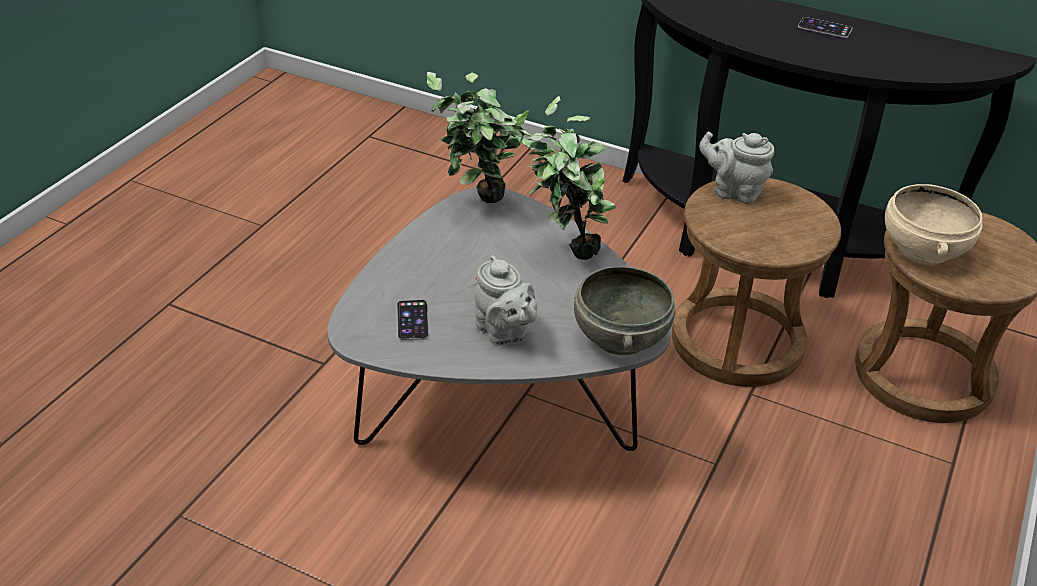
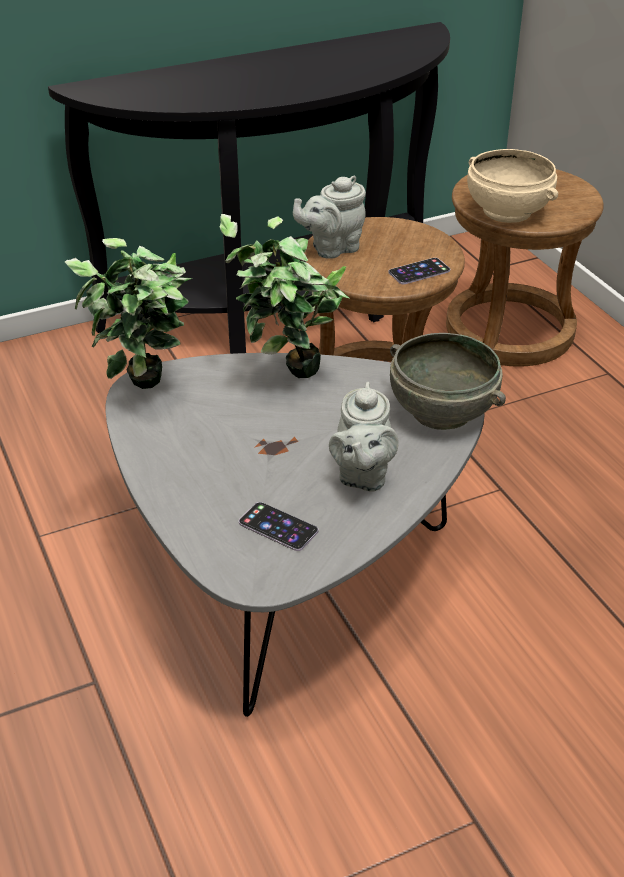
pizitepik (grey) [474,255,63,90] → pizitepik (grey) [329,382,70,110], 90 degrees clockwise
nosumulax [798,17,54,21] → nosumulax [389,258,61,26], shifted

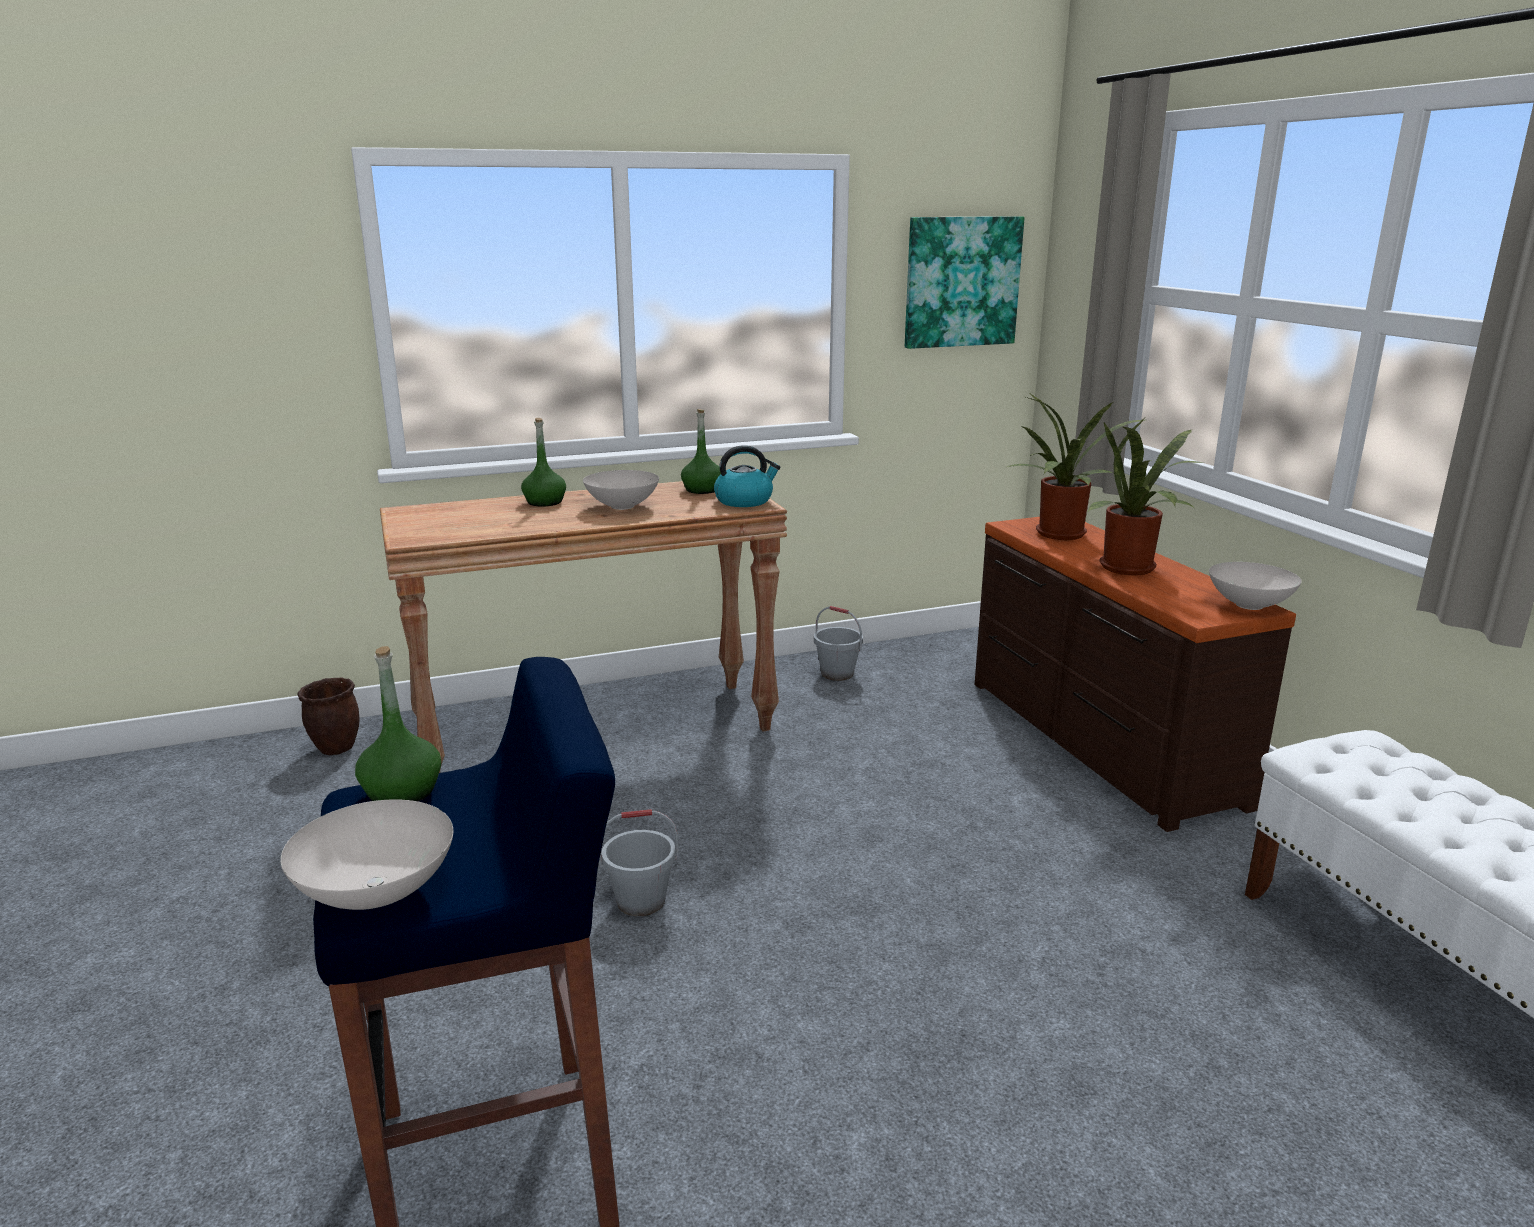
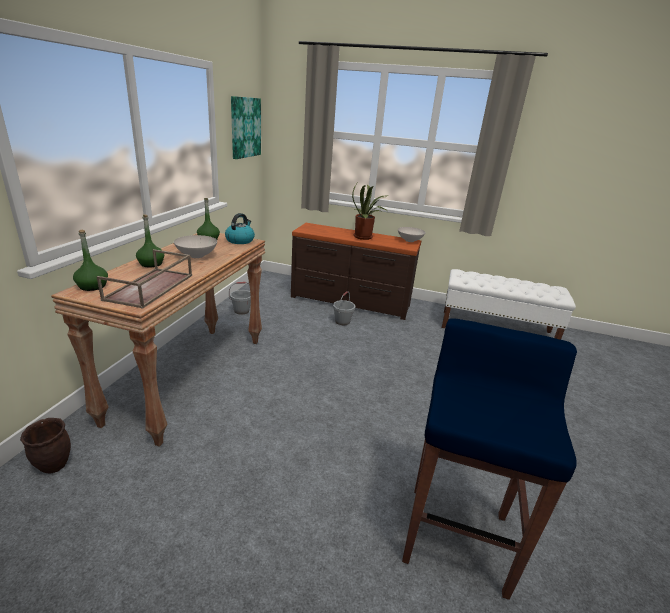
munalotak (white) [280,799,173,111] → -
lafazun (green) [355,646,86,156] → lafazun (green) [73,230,35,61], shifted
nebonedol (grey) [599,809,80,107] → nebonedol (grey) [333,291,22,34], shifted
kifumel [1003,394,142,146] → -
- → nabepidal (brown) [97,249,95,60]

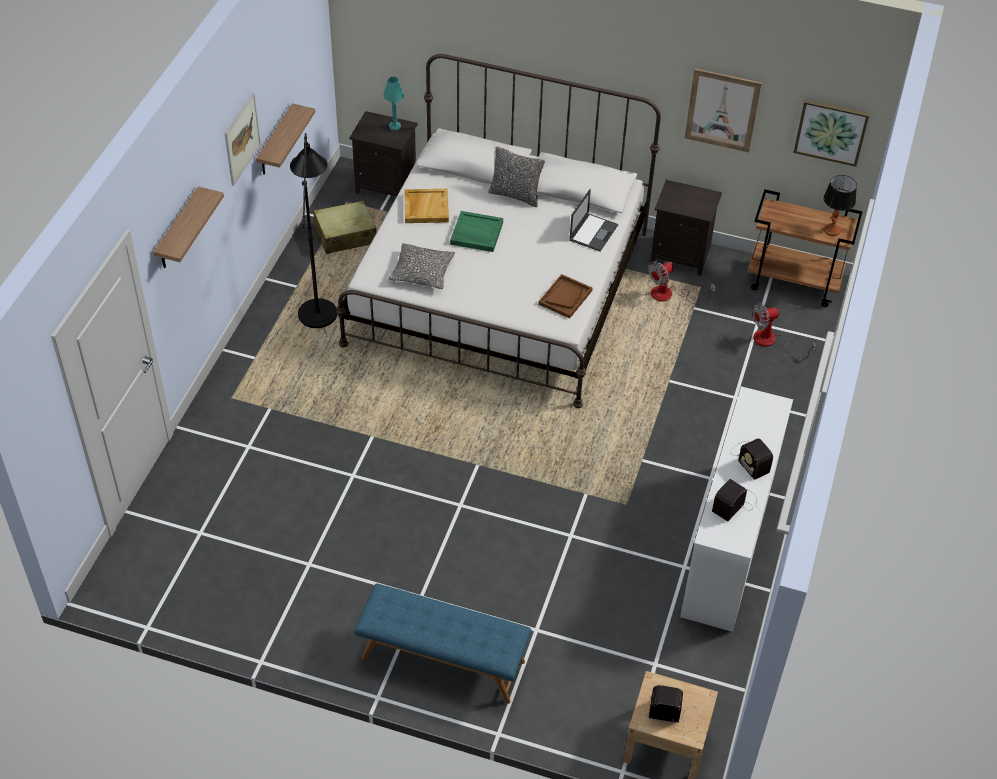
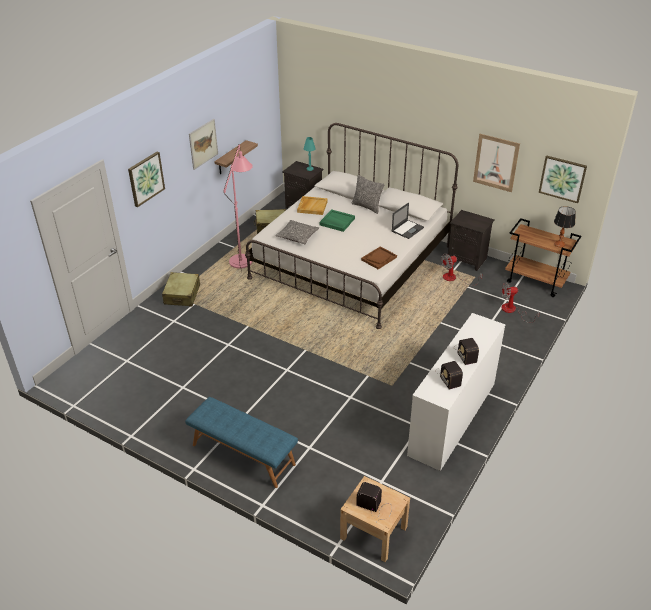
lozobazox [153,187,71,81] → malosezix [128,152,37,55]
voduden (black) [290,133,47,202] → voduden (pink) [224,144,29,127]
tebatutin [712,479,48,43] → tebatutin [435,361,28,29], 75 degrees counterclockwise
- → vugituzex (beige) [162,272,38,35]

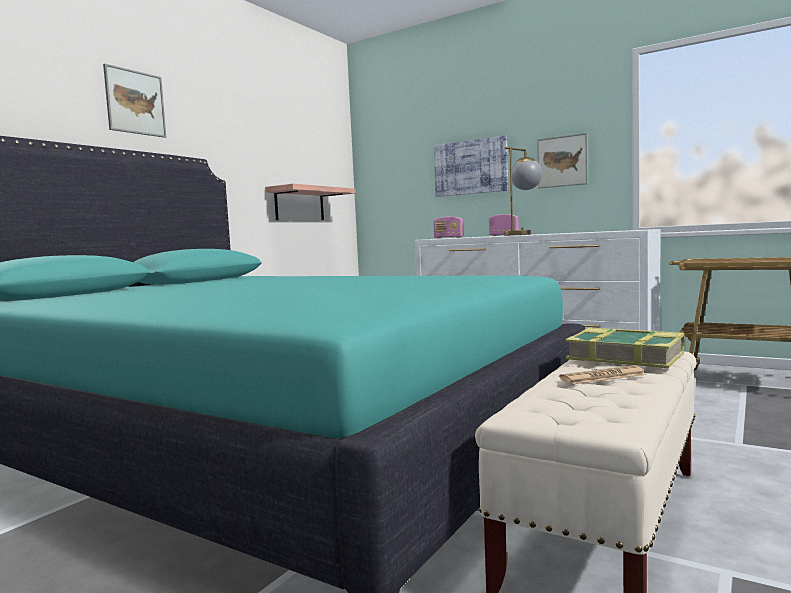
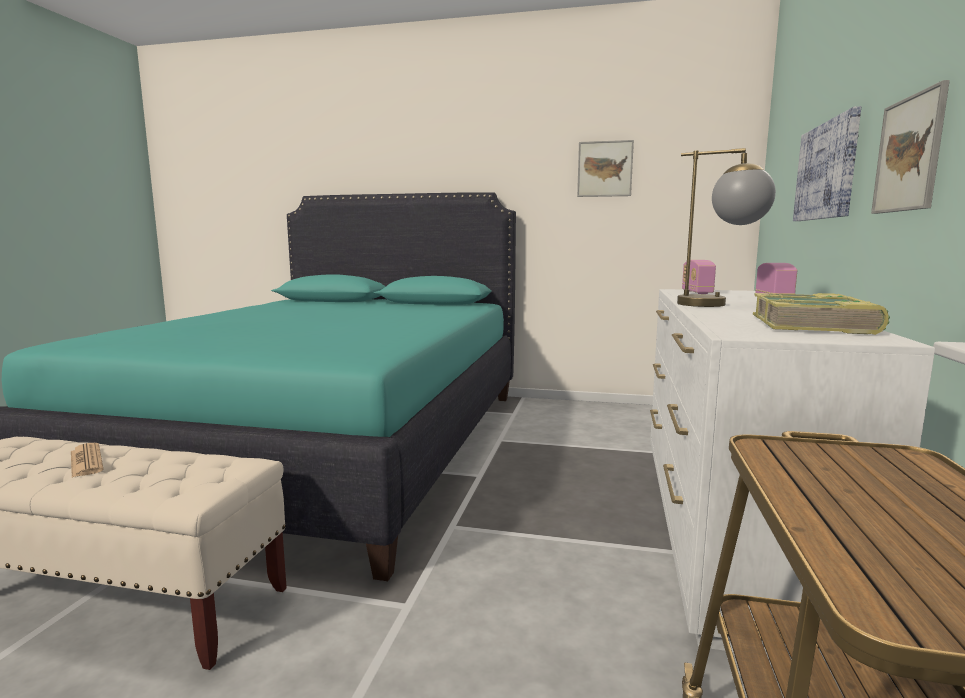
malosezix [103,64,63,74] → malosezix [577,140,57,57], shifted
lozobazox [265,184,90,36] → -
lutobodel [565,327,120,41] → lutobodel [753,293,137,42], shifted

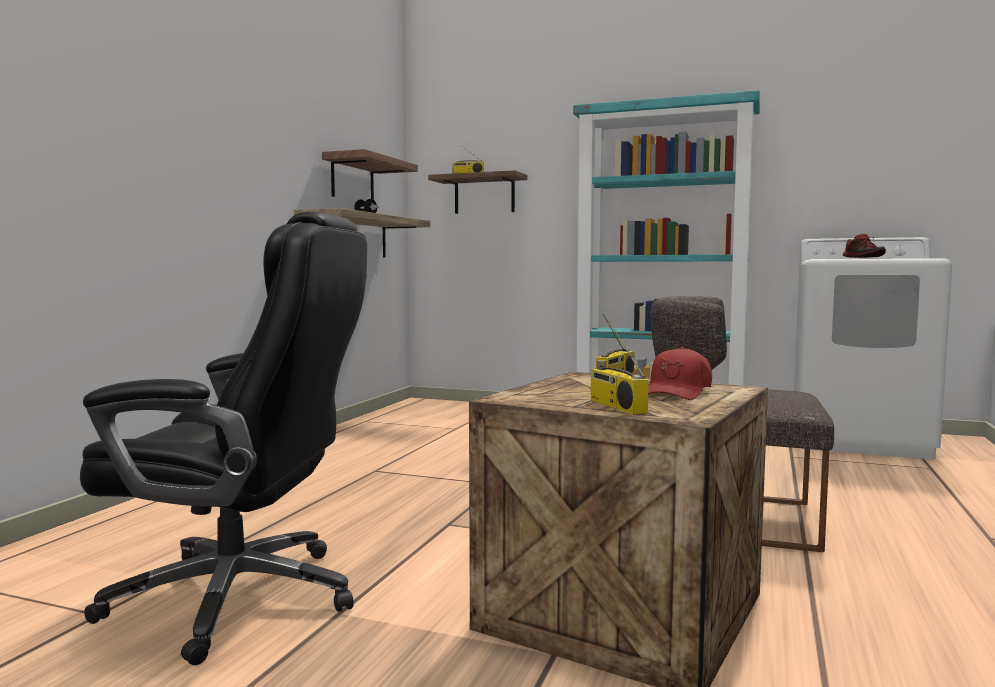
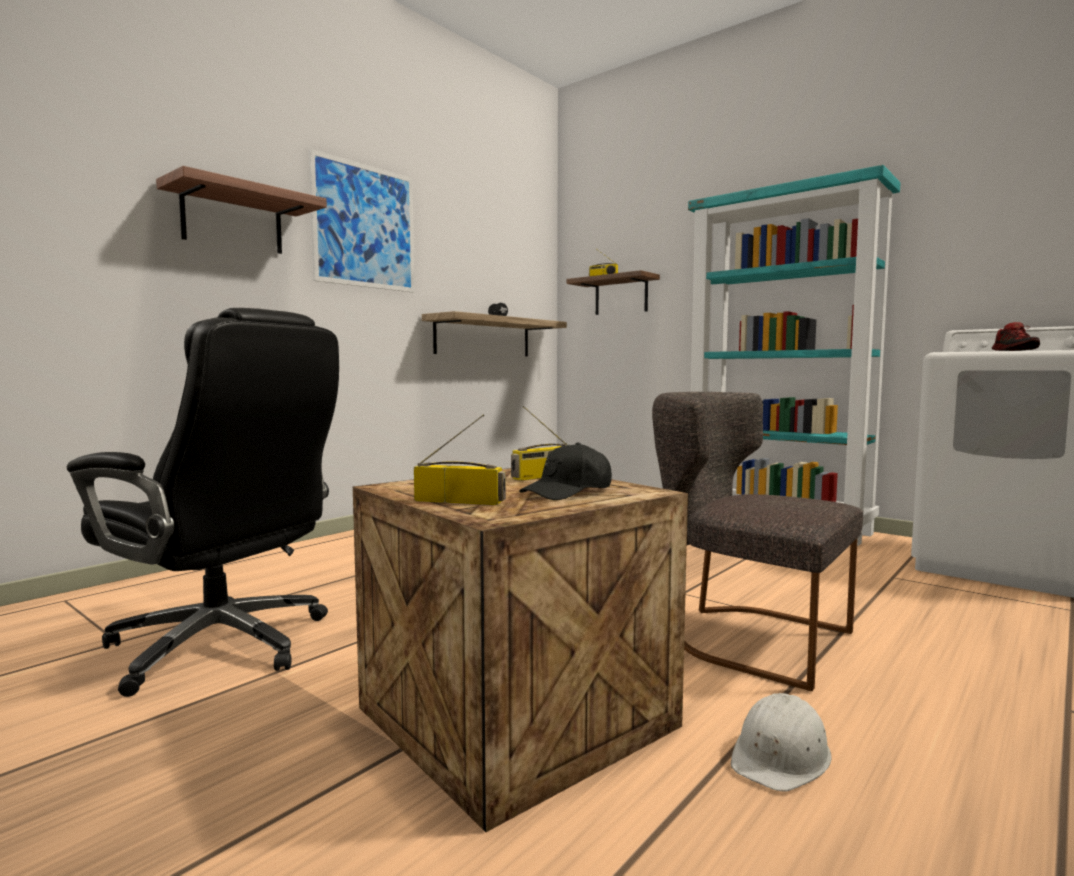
lozobazox [322,149,96,51] → lozobazox [156,166,171,88], shifted
tebatutin [591,321,58,94] → tebatutin [414,414,92,91], 105 degrees clockwise
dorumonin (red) [648,347,64,53] → dorumonin (black) [519,442,93,58]
- → malosezix [309,149,106,144]
- → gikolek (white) [731,693,101,99]

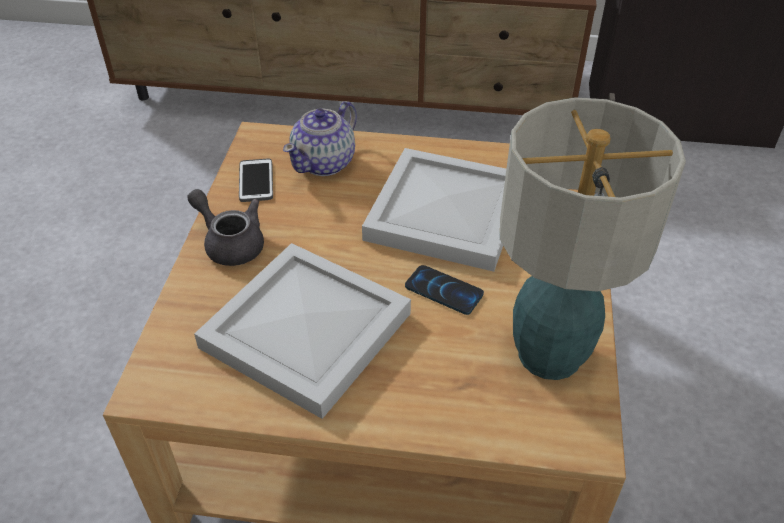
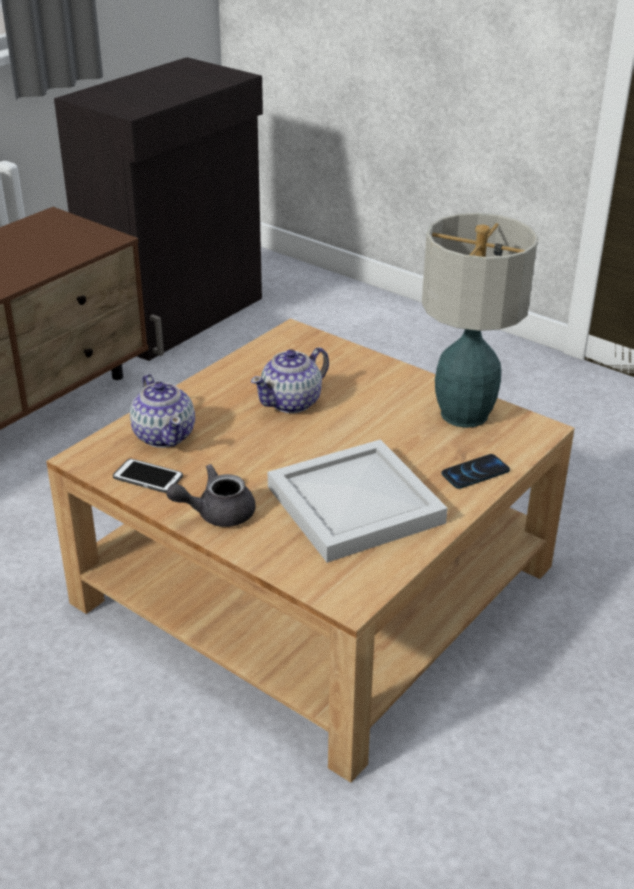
nabepidal (white) [362,148,144,124] → pizitepik [251,347,78,66]
nosumulax [405,265,79,50] → nosumulax [441,454,69,35], shifted

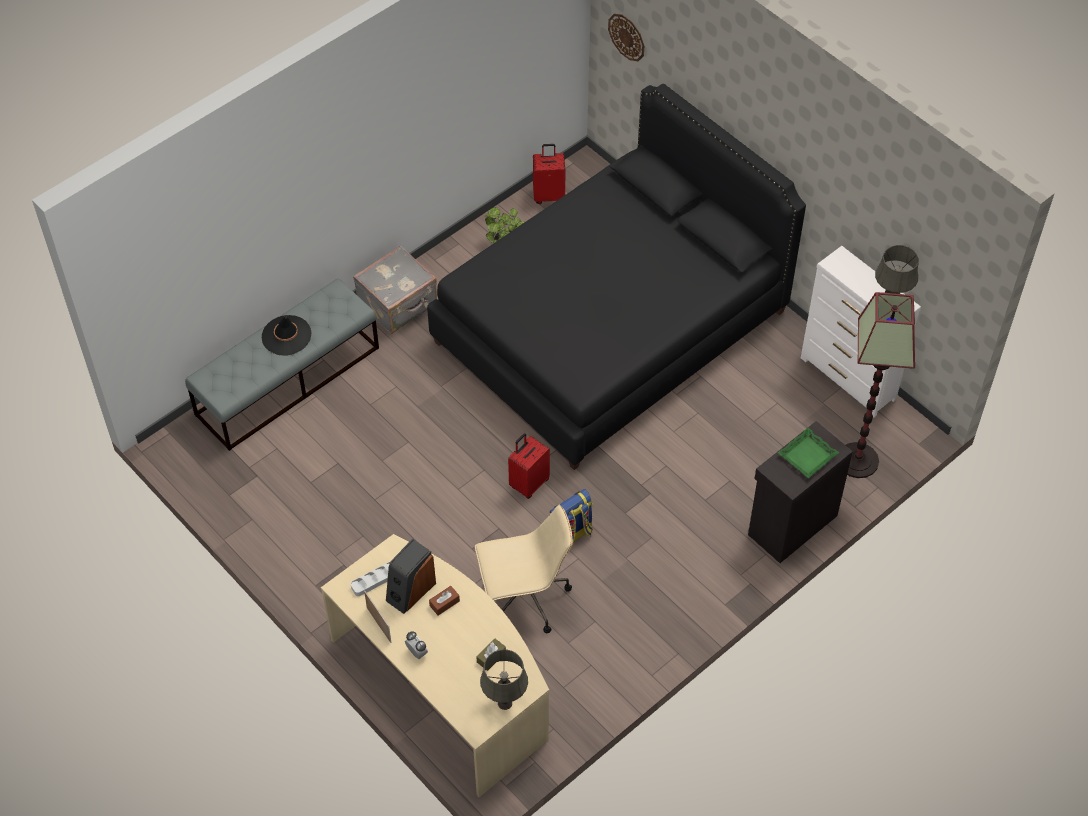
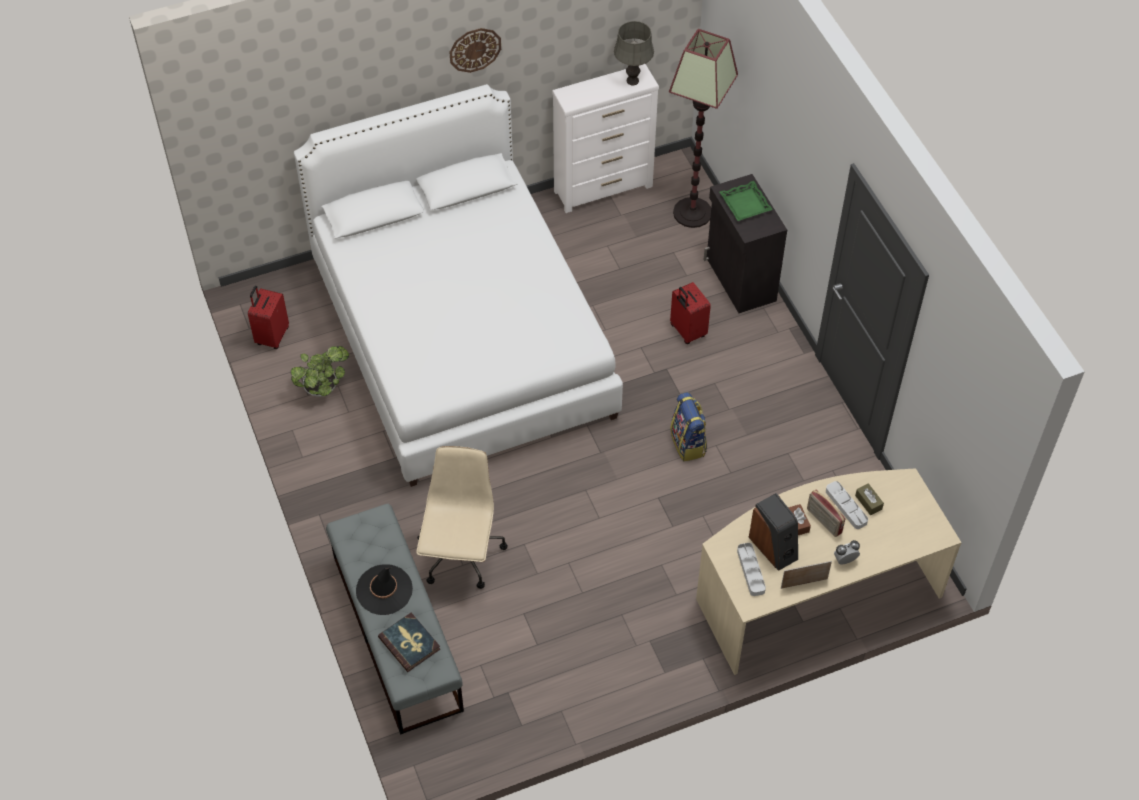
vugituzex (grey) [353,245,84,89] → -
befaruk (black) [427,84,379,386] → befaruk (white) [294,84,329,403]
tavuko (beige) [475,505,98,128] → tavuko (beige) [417,446,91,143], shifted
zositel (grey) [480,649,48,61] → -
vugituzex (red) [508,433,42,66] → vugituzex (red) [670,282,41,62], shifted
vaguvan [608,14,36,47] → vaguvan [449,28,52,45], shifted
- → lutobodel [378,613,62,59]
- → tebatutin [807,490,38,47]
- → nabepidal (grey) [826,481,42,48]

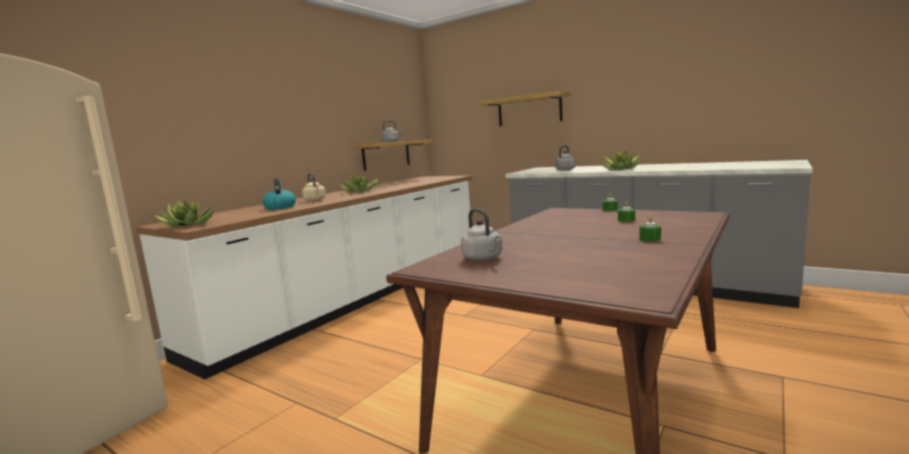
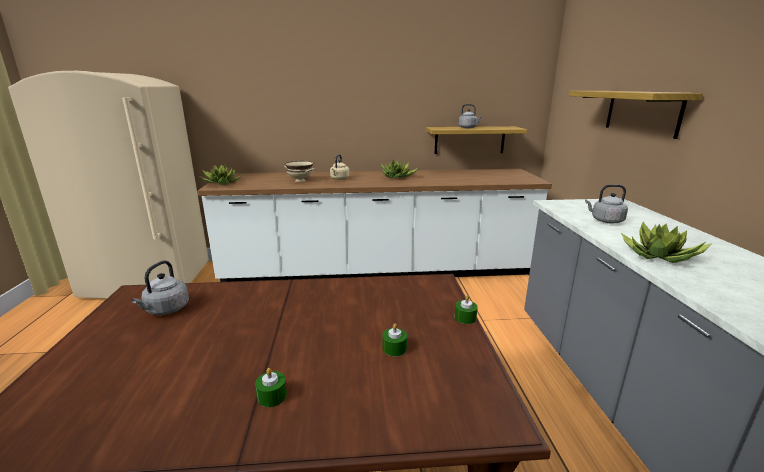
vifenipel [263,178,33,32] → munalotak (beige) [285,161,30,21]

